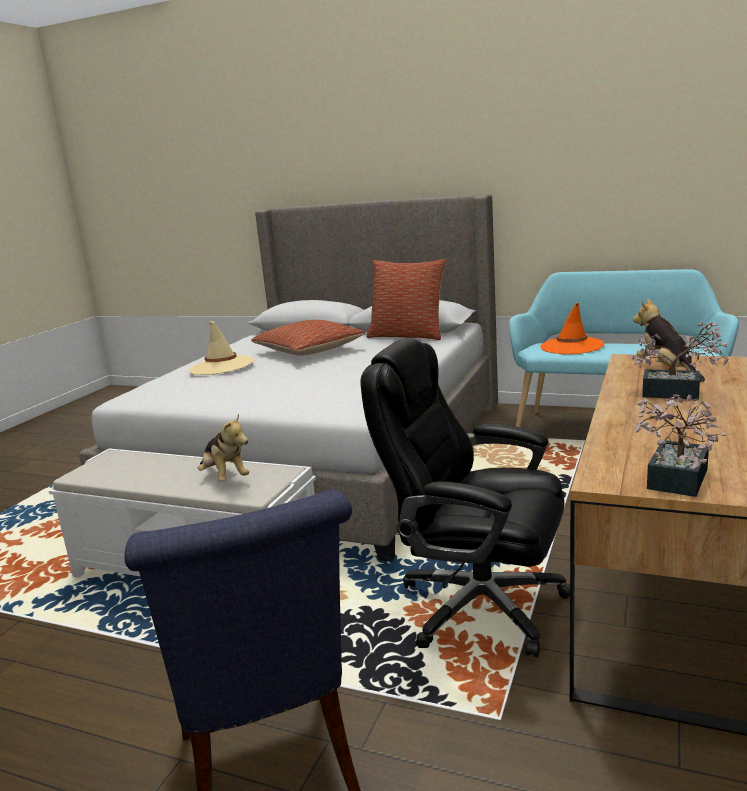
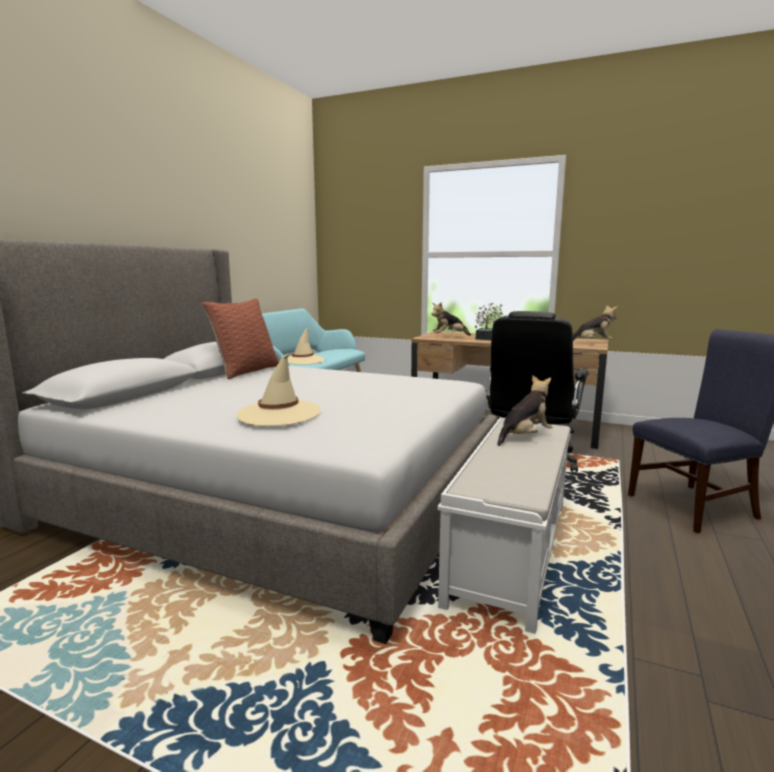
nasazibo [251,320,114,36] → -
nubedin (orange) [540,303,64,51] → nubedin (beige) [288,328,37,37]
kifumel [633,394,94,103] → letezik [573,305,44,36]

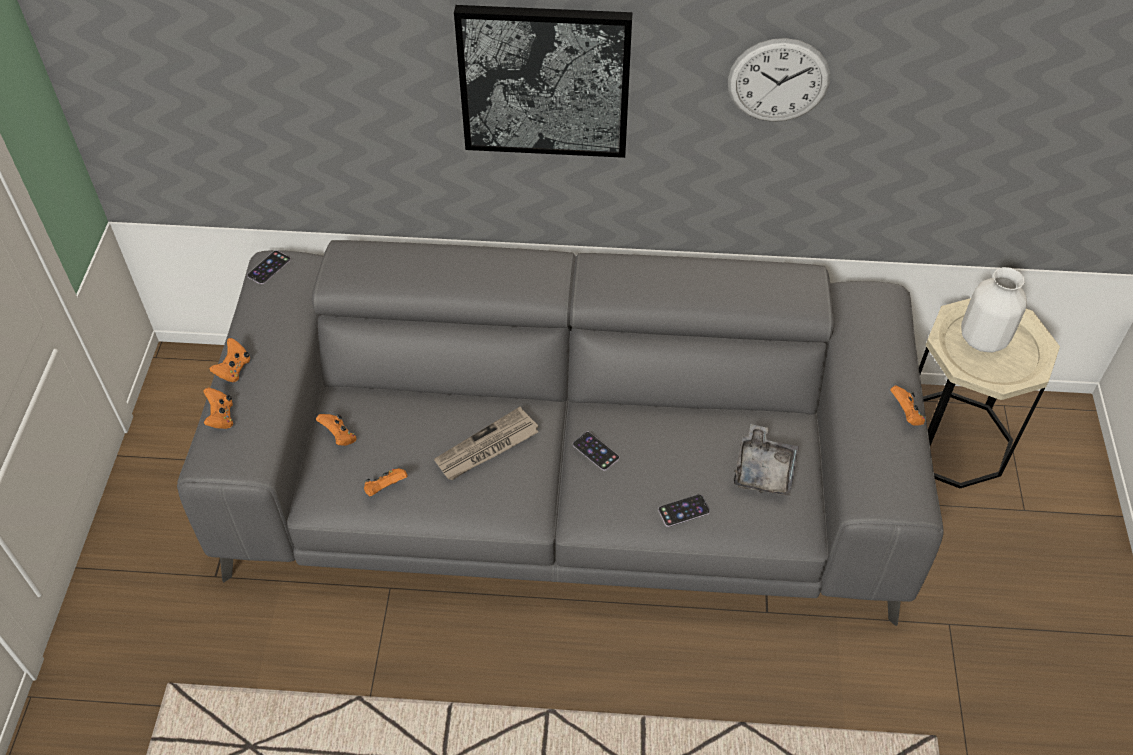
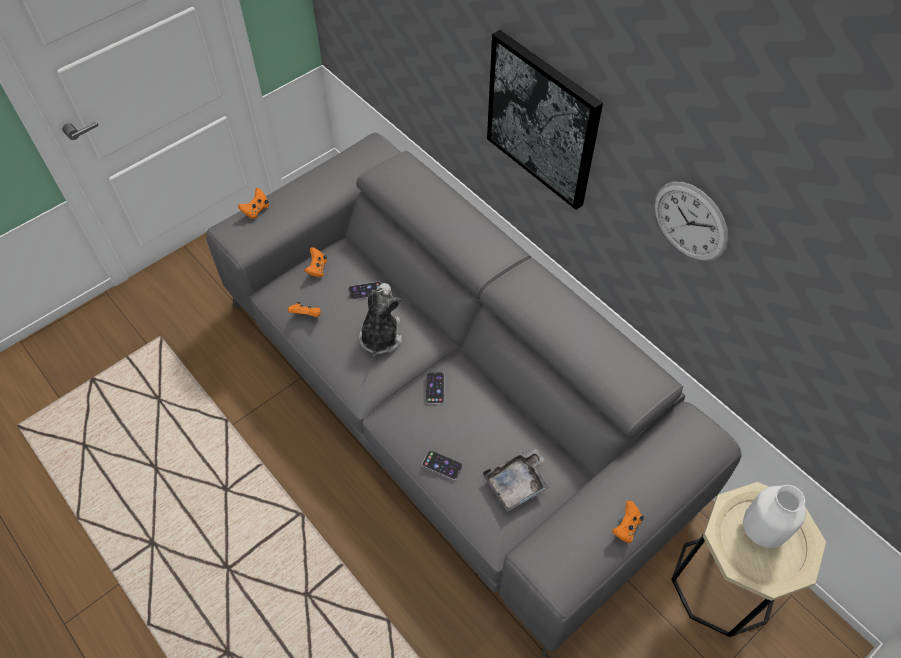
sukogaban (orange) [209,338,41,44] → -
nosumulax [247,250,44,34] → nosumulax [348,282,33,18], shifted
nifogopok [434,407,104,73] → letezik [359,283,43,73]

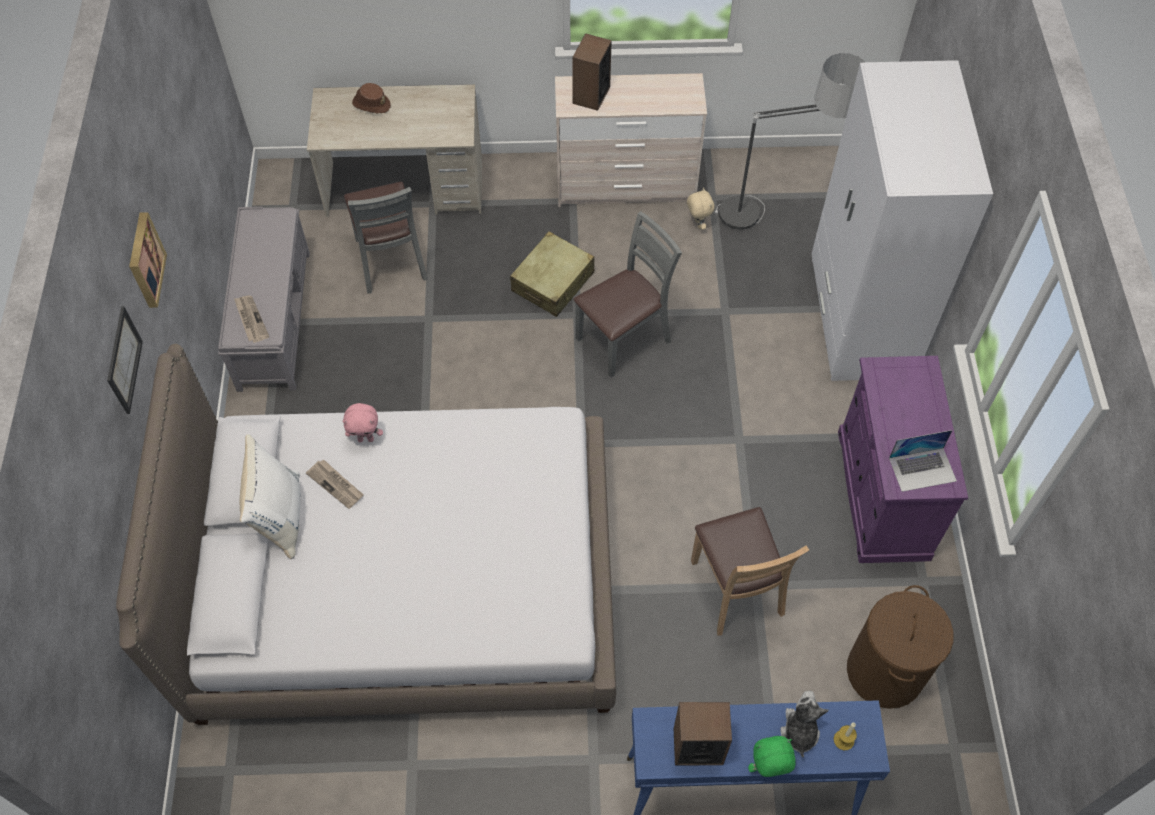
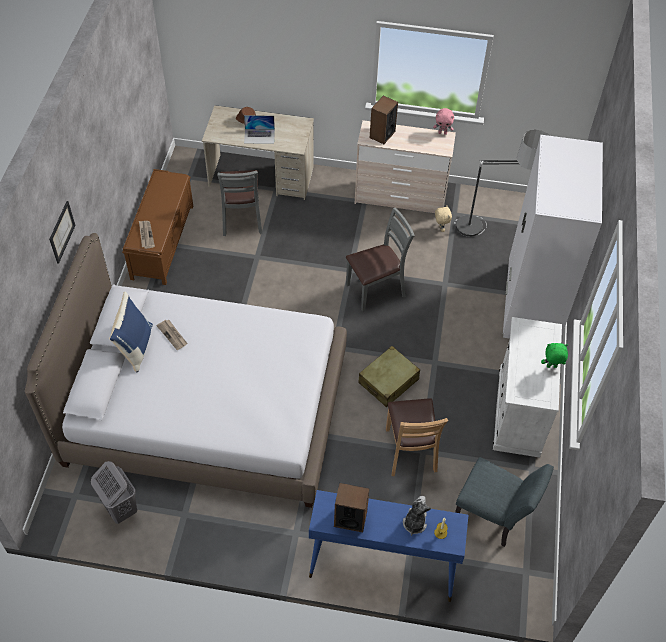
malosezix [129,212,38,96] → -
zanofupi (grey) [218,207,92,185] → zanofupi (brown) [122,169,71,116]
nasazibo (white) [240,434,60,125] → nasazibo (blue) [109,292,44,80]
letezik (pink) [342,403,41,39] → letezik (pink) [433,108,21,27], shifted
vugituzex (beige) [510,231,84,86] → vugituzex (beige) [358,346,62,61], shifted
letezik (green) [748,736,48,41] → letezik (green) [541,343,27,25], shifted
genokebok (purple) [838,356,130,207] → genokebok (white) [493,317,69,141]
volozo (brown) [847,585,107,124] → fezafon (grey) [455,457,99,90]
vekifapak [889,430,68,62] → vekifapak [244,115,31,29], shifted
- → volozo (grey) [91,461,46,63]

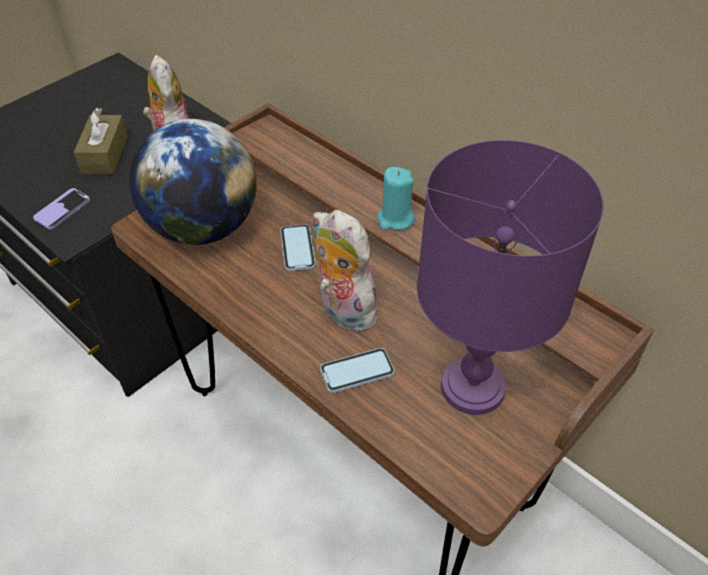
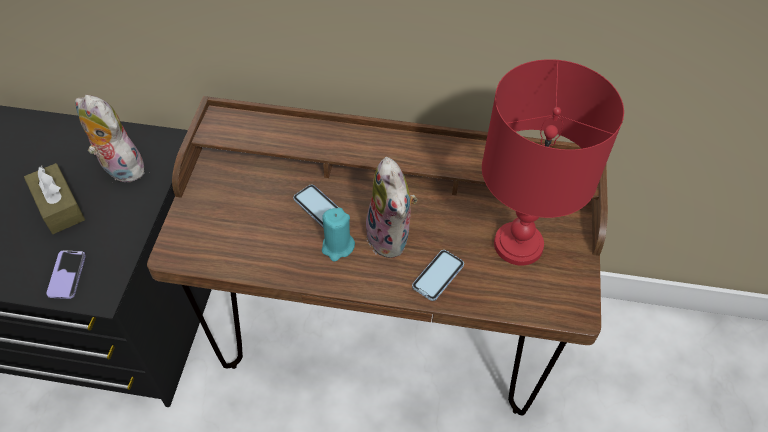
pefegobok [129,119,128,126] → -
letezik [312,210,73,122] → letezik [366,157,51,101], 120 degrees counterclockwise
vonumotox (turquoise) [377,167,38,63] → vonumotox (turquoise) [322,208,33,53], shifted
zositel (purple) [417,140,187,275] → zositel (red) [482,59,142,207]

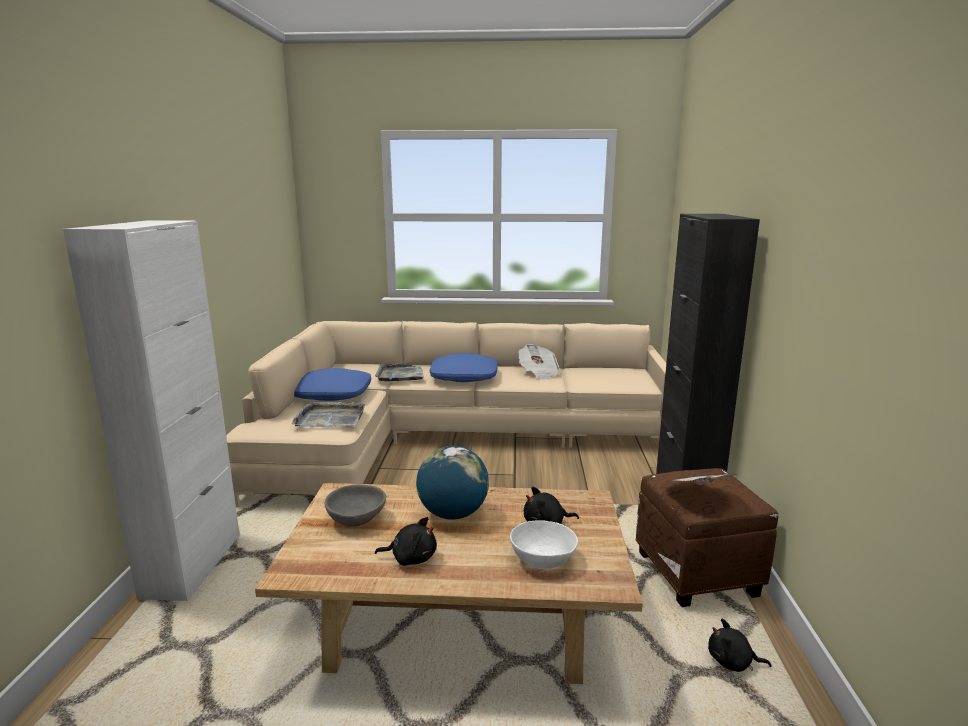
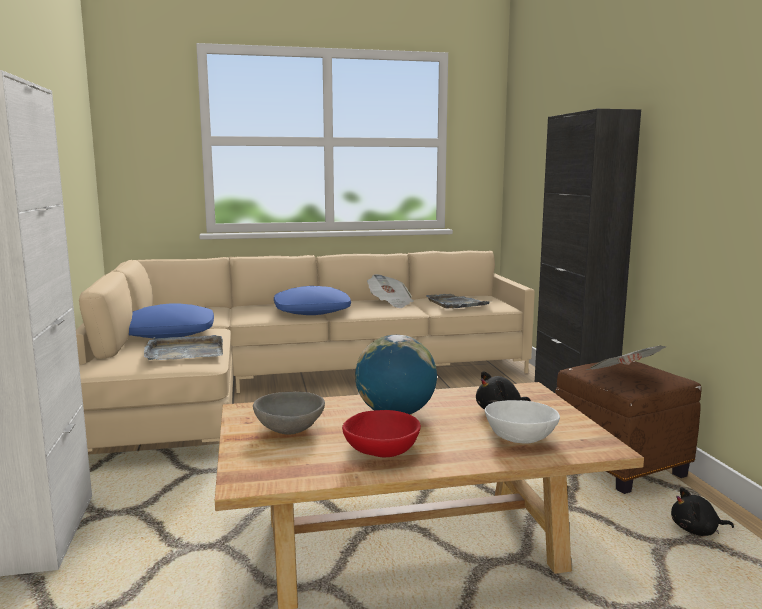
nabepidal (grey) [375,363,49,18] → nabepidal (grey) [426,294,66,14], shifted
letezik (black) [375,517,62,49] → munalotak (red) [342,410,79,47]

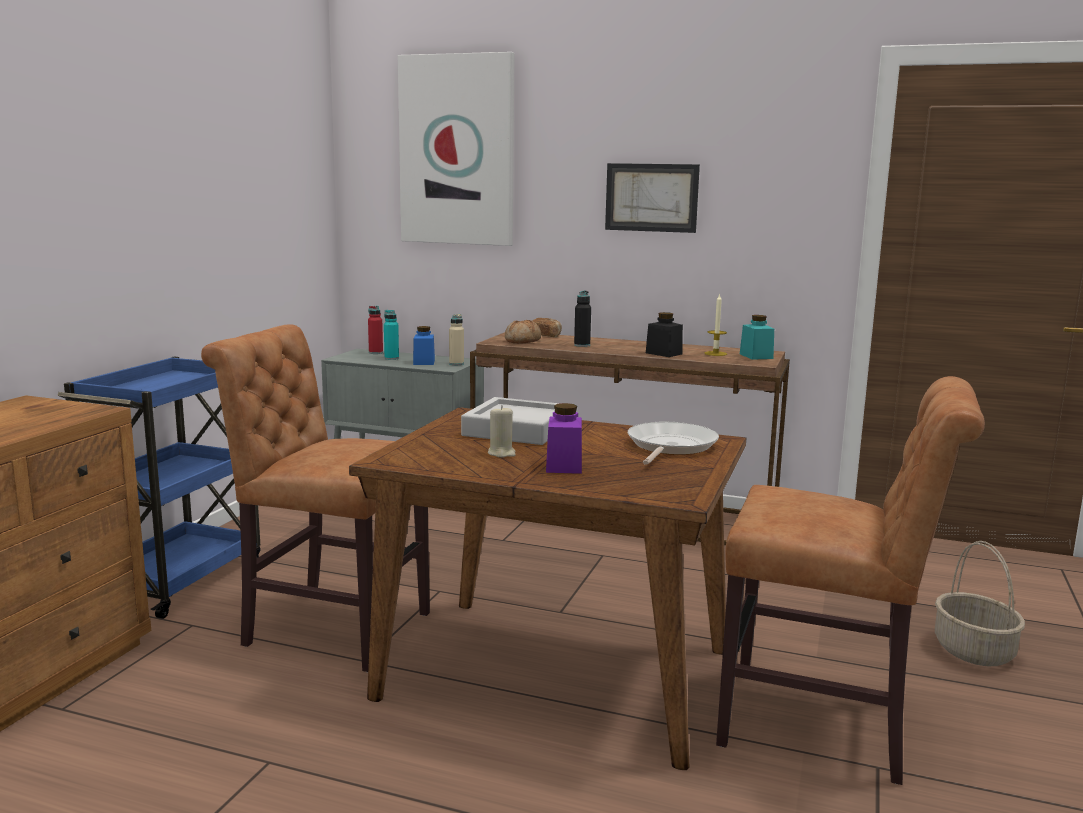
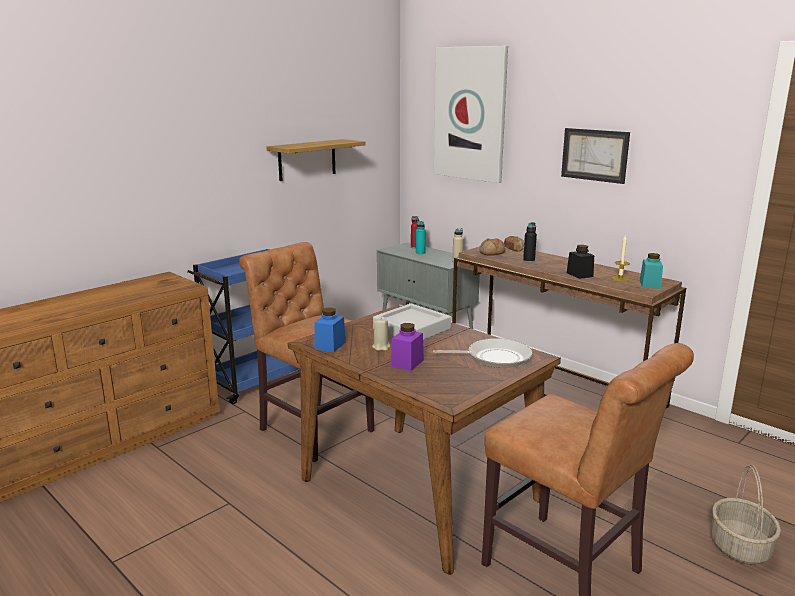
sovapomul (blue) [413,326,22,39] → sovapomul (blue) [314,308,32,44], shifted
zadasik [628,422,91,43] → zadasik [433,338,99,30], 45 degrees clockwise
- → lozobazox [267,139,99,42]

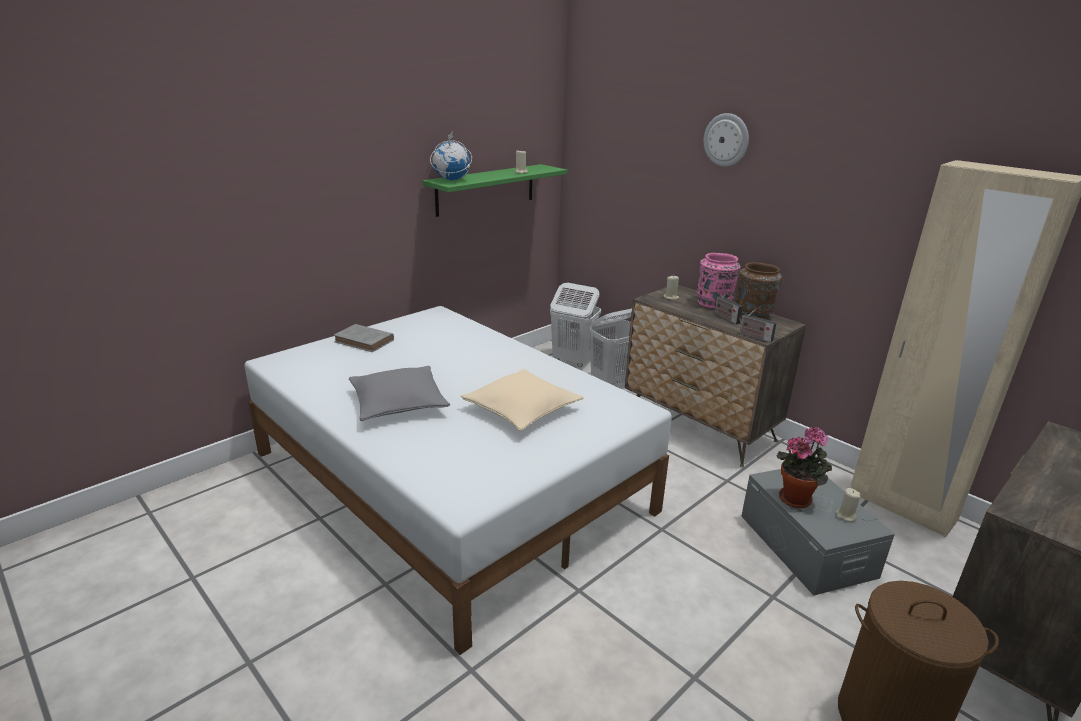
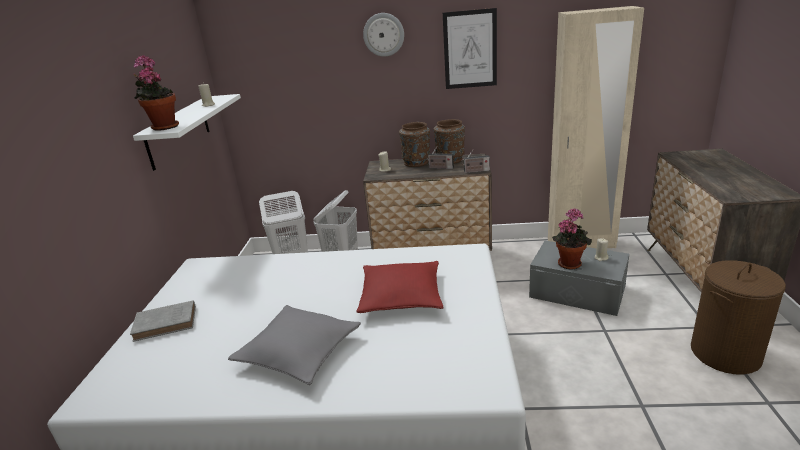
lozobazox (green) [423,164,144,53] → lozobazox (white) [133,94,108,77]
pefegobok [430,131,42,49] → kifumel [134,55,45,76]
nasazibo (beige) [461,369,123,62] → nasazibo (red) [356,261,87,52]
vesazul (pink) [696,253,45,56] → vesazul (brown) [399,122,31,45]
- → malosezix [443,8,54,81]

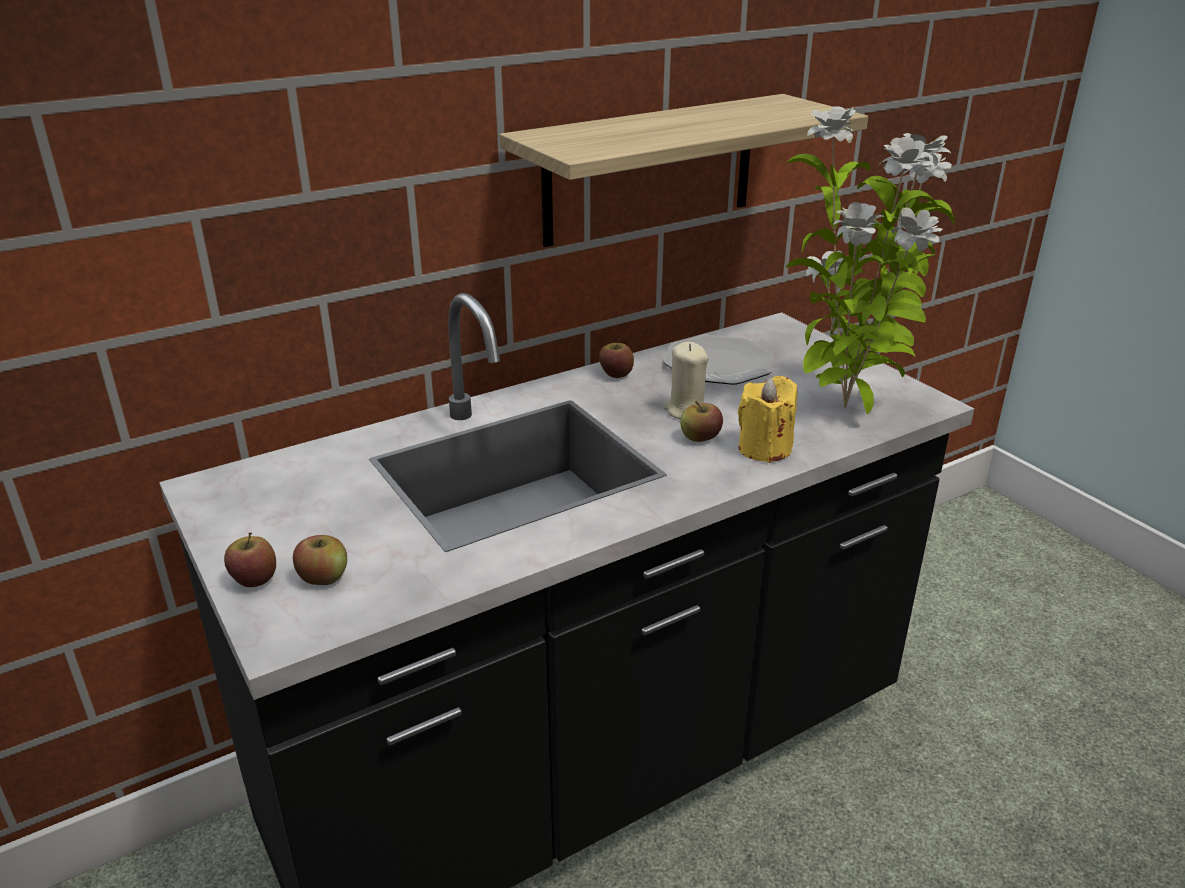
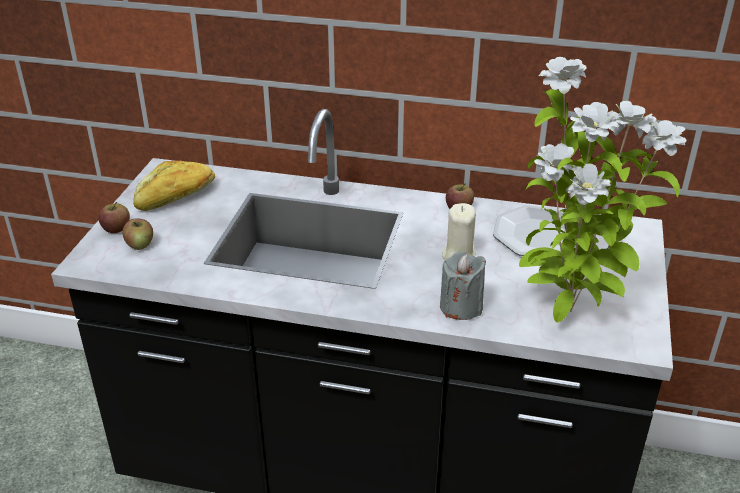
lozobazox [499,94,369,153] → -
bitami [680,401,43,41] → -
vonumotox (yellow) [738,376,59,87] → vonumotox (grey) [440,252,46,68]
- → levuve [133,161,82,50]

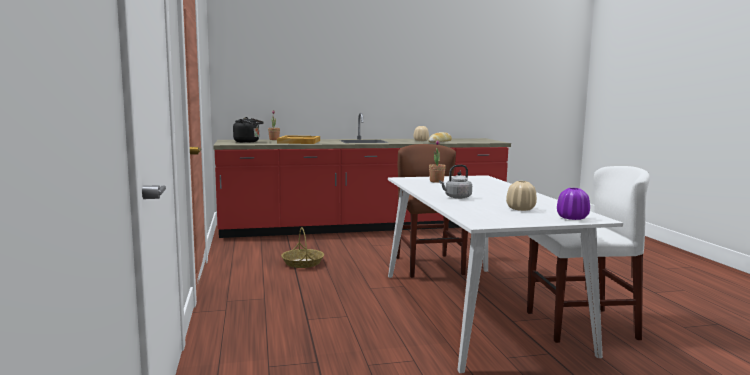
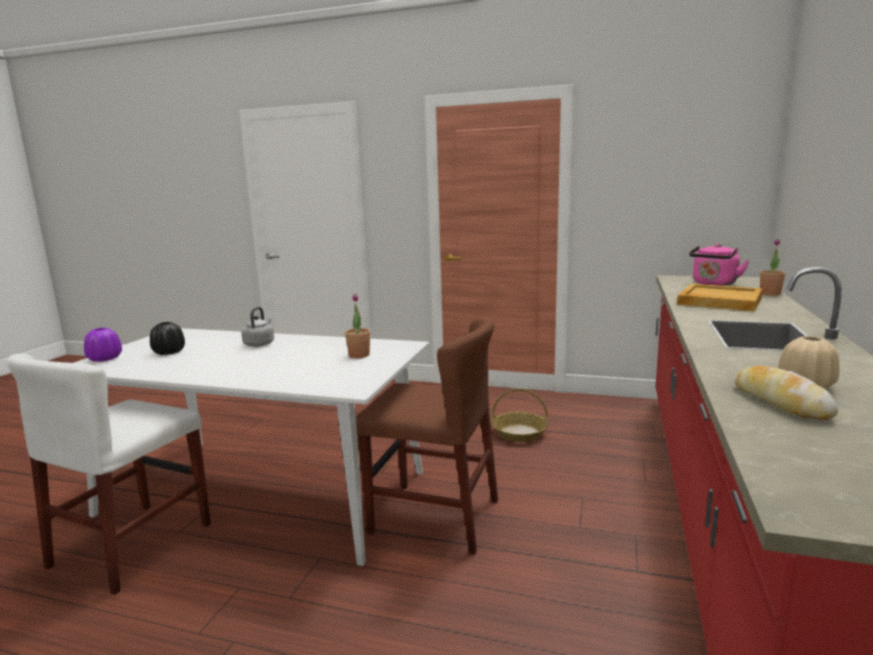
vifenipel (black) [233,117,31,26] → vifenipel (pink) [689,244,60,42]
vesazul (beige) [506,181,31,30] → vesazul (black) [150,322,35,33]

